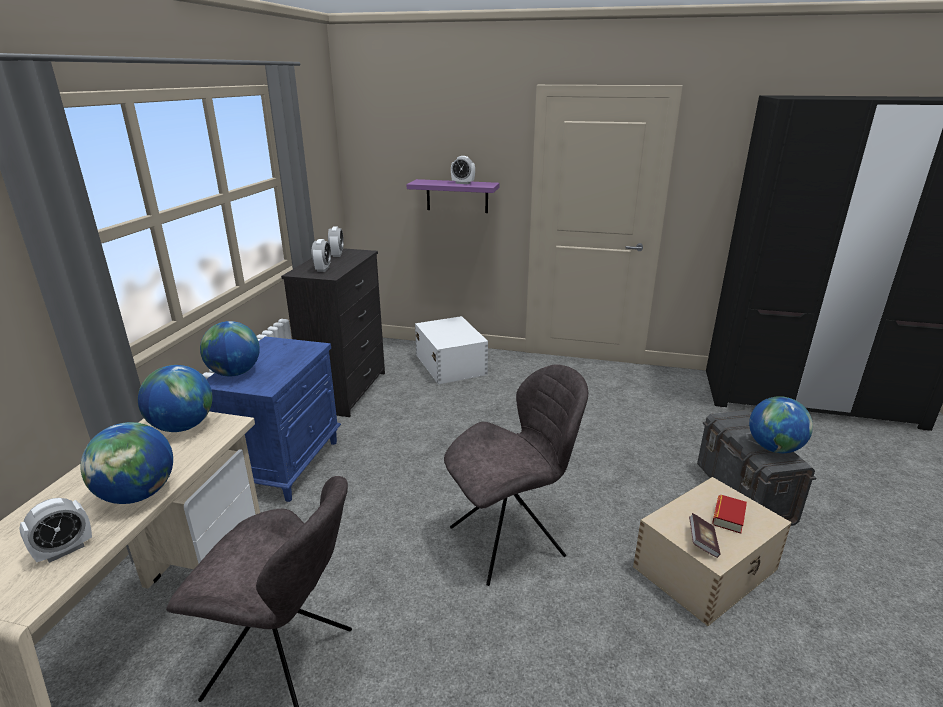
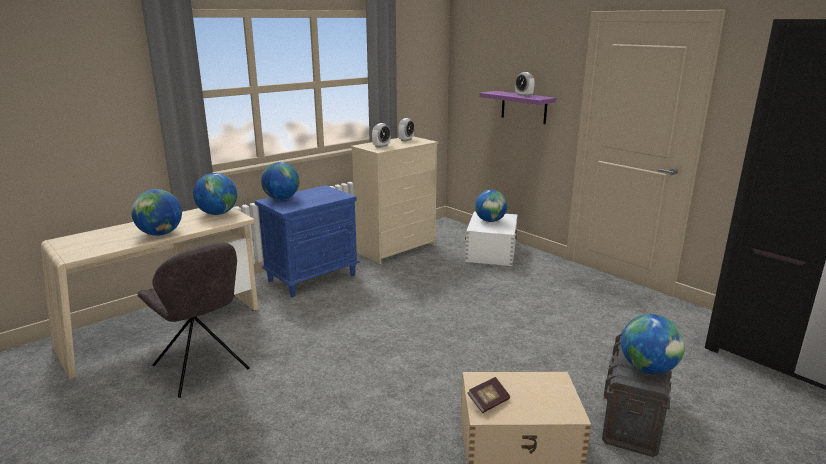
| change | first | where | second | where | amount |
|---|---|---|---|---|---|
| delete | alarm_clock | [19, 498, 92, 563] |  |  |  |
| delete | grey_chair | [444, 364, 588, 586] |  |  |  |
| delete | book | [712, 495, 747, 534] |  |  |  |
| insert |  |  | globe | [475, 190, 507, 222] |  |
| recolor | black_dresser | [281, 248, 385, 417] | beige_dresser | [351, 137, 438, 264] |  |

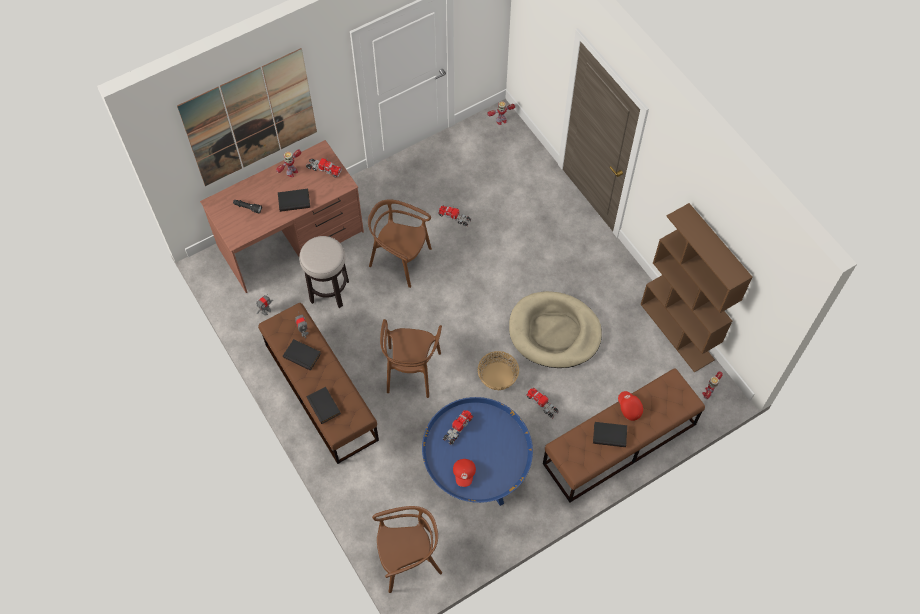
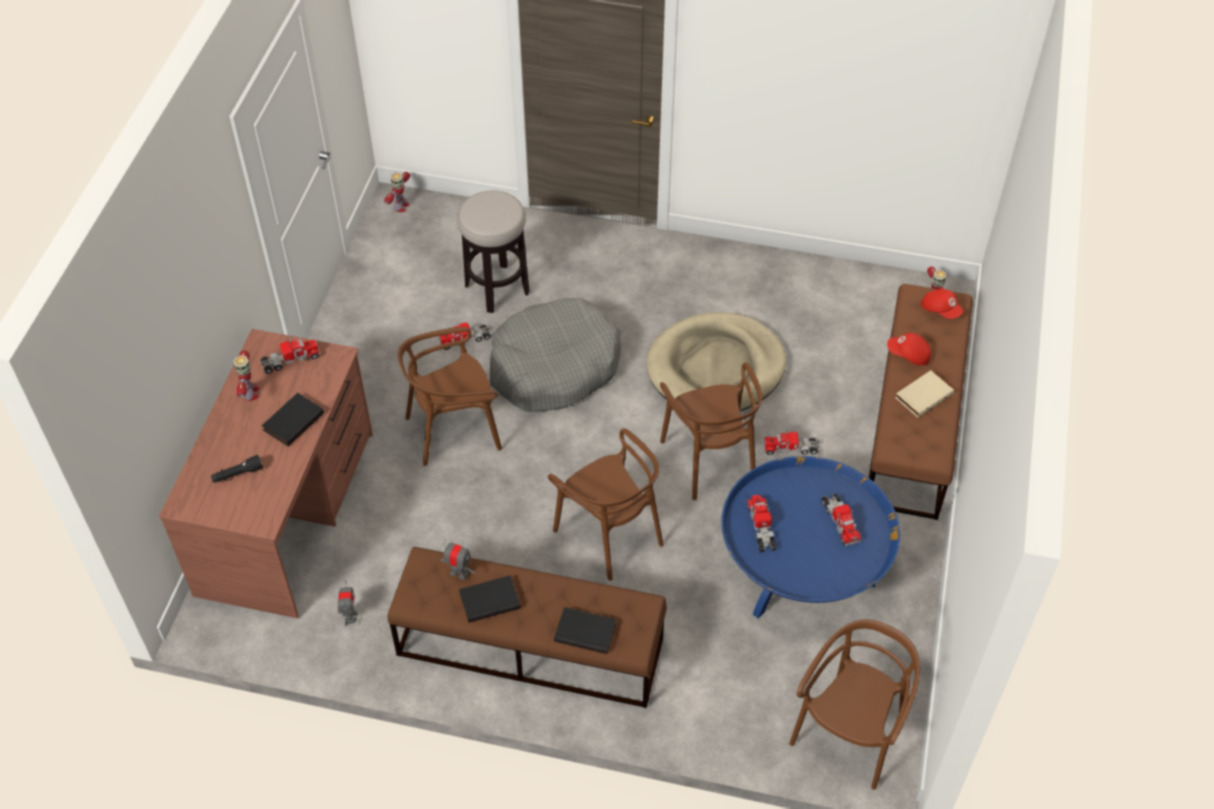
| change | first | where | second | where | amount |
|---|---|---|---|---|---|
| delete | picture | [177, 48, 317, 186] |  |  |  |
| delete | brown_bookcase | [640, 203, 752, 372] |  |  |  |
| insert |  |  | grey_dog_bed | [490, 298, 622, 412] |  |
| insert |  |  | toy_truck | [821, 493, 861, 546] |  |
| move | stool | [299, 236, 349, 308] |  | [457, 190, 530, 313] |  |
| move | red_cap | [453, 459, 476, 487] |  | [921, 289, 963, 319] |  |
| replace | basket | [478, 351, 519, 390] | brown_chair | [660, 363, 762, 500] |  |
| recolor | black_book | [593, 422, 627, 447] | beige_book | [895, 370, 954, 418] |  |

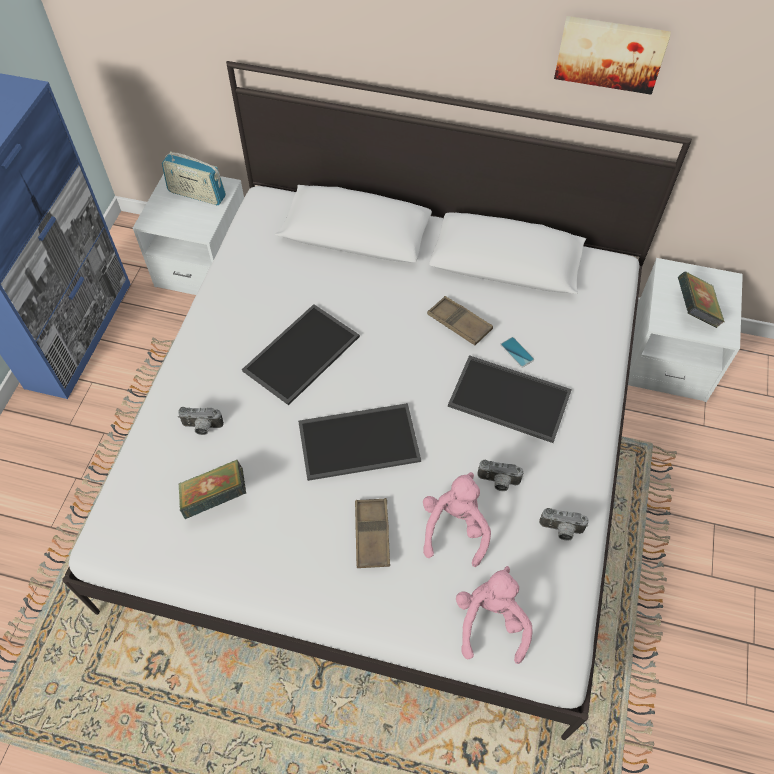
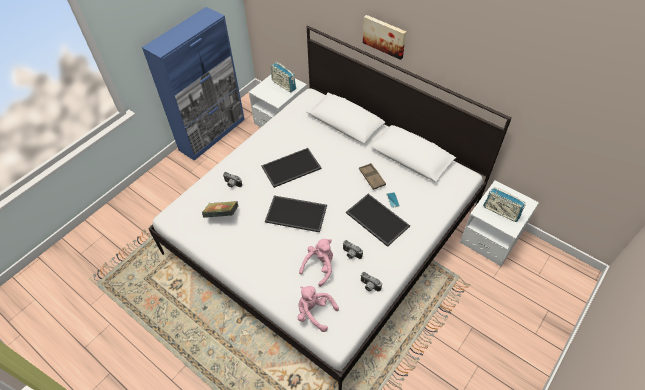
| change | first | where | second | where | amount |
|---|---|---|---|---|---|
| delete | brown_tray | [355, 498, 390, 568] |  |  |  |
| move | picture | [554, 16, 671, 95] |  | [363, 15, 406, 60] |  |
| replace | book | [678, 271, 724, 328] | radio | [483, 188, 525, 222] |  |
| rotate | pink_plush_toy | [456, 566, 533, 664] |  | [297, 286, 339, 332] | 90 degrees counterclockwise |

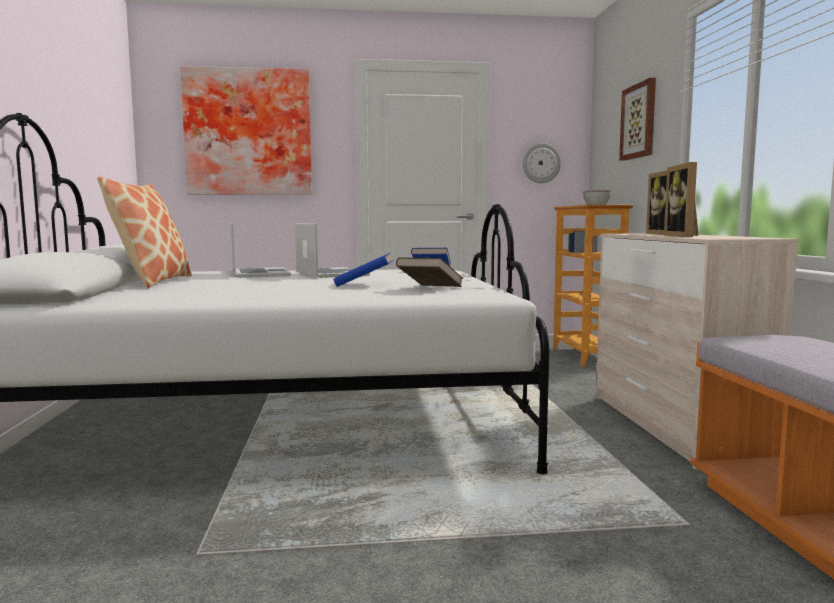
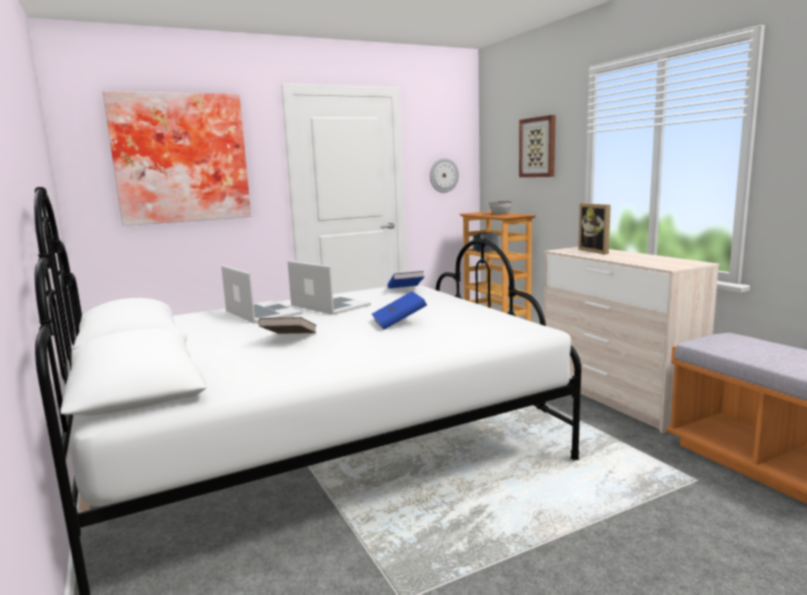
| change | first | where | second | where | amount |
|---|---|---|---|---|---|
| delete | pillow | [97, 177, 192, 288] |  |  |  |
| delete | picture_frame | [664, 162, 699, 237] |  |  |  |
| move | brown_book | [396, 257, 463, 287] |  | [258, 317, 317, 334] |  |

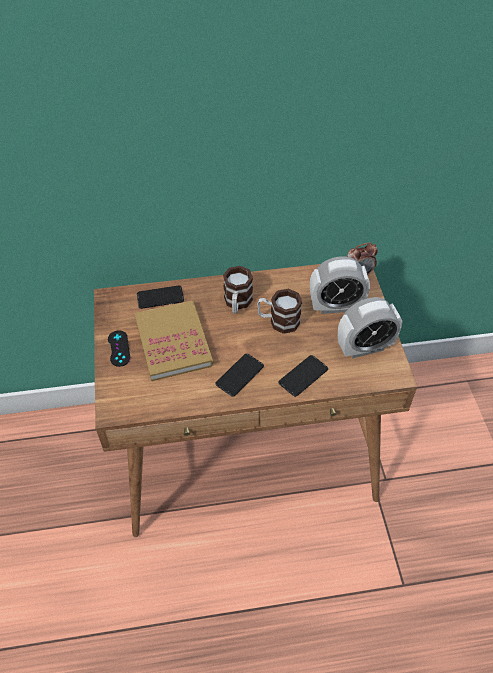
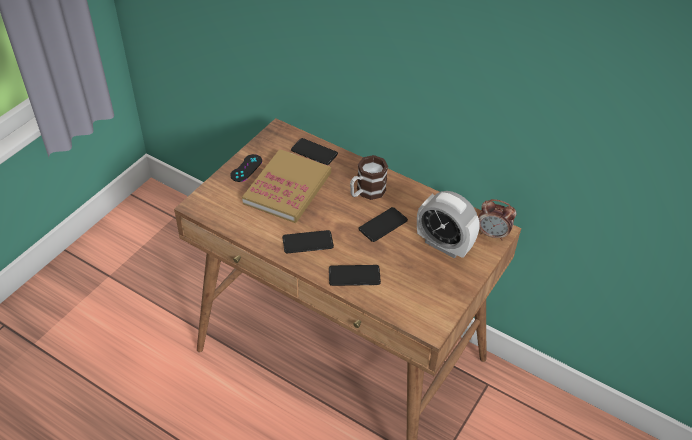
| change | first | where | second | where | amount |
|---|---|---|---|---|---|
| delete | alarm_clock | [338, 297, 402, 359] |  |  |  |
| replace | mug | [257, 289, 302, 334] | phone | [358, 207, 408, 242] |  |

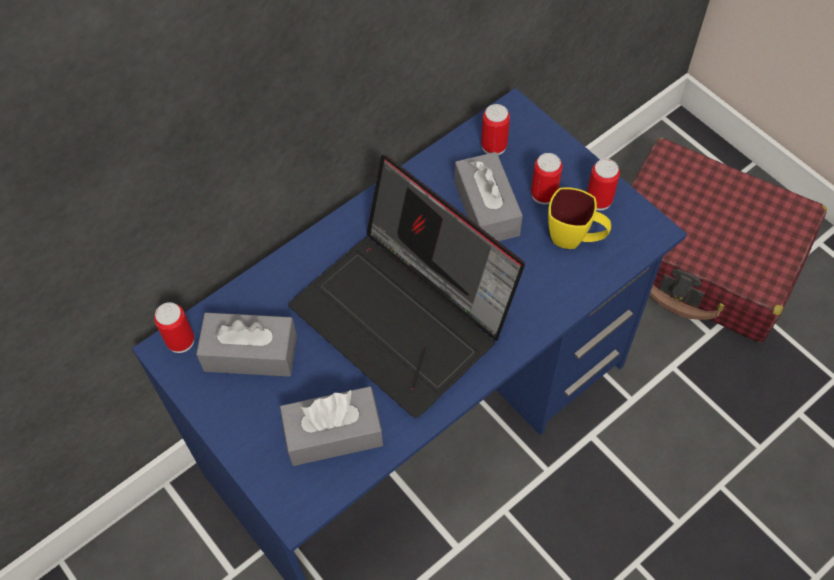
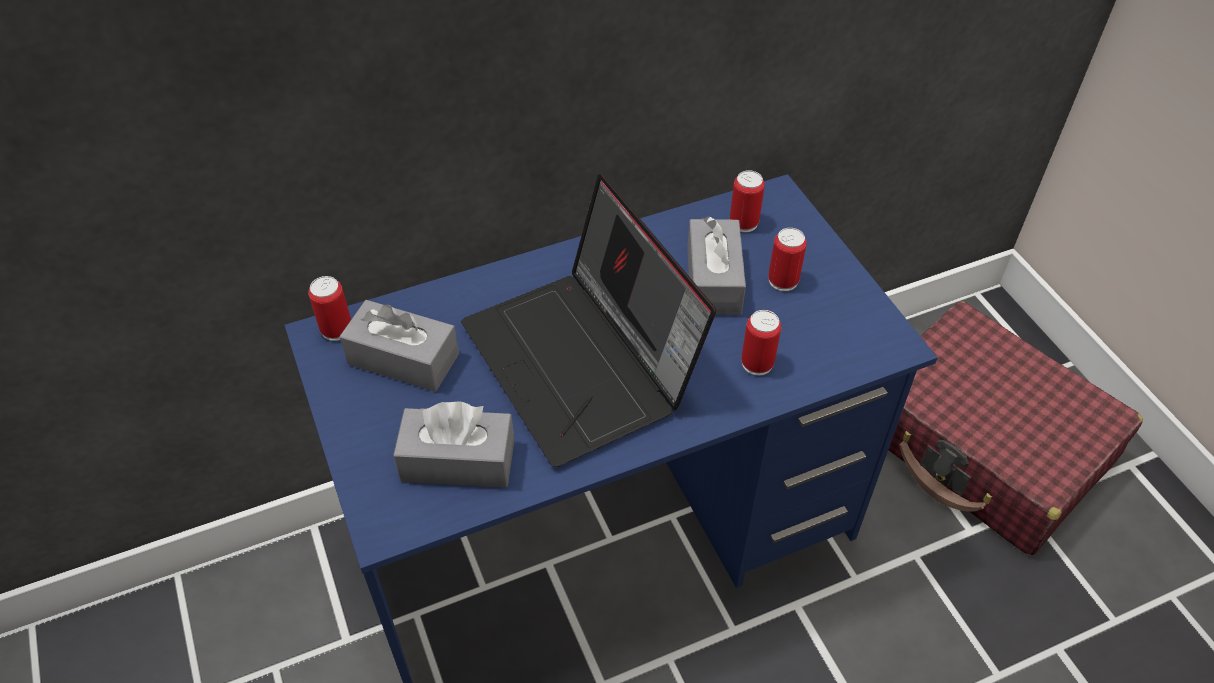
| change | first | where | second | where | amount |
|---|---|---|---|---|---|
| delete | yellow_mug | [548, 187, 611, 249] |  |  |  |
| move | can | [587, 159, 620, 211] |  | [741, 310, 781, 376] |  |

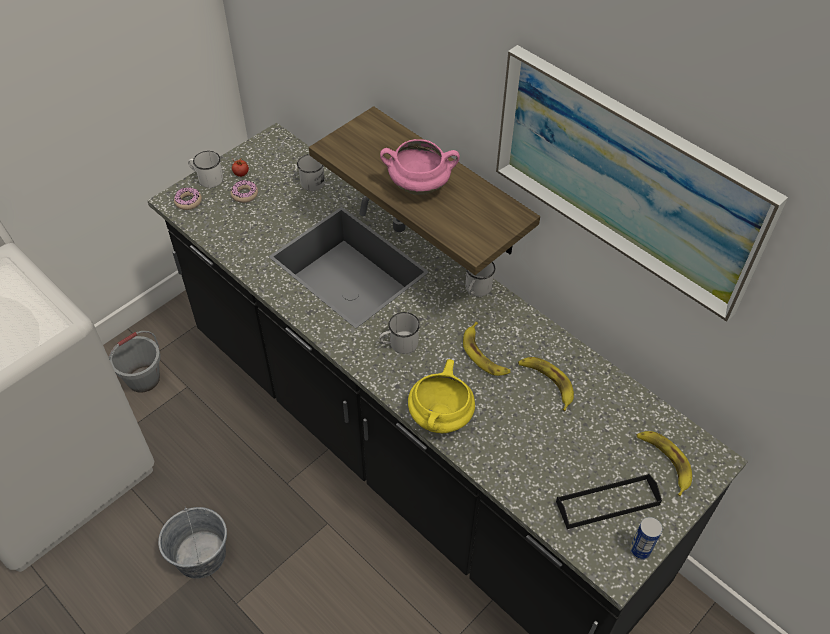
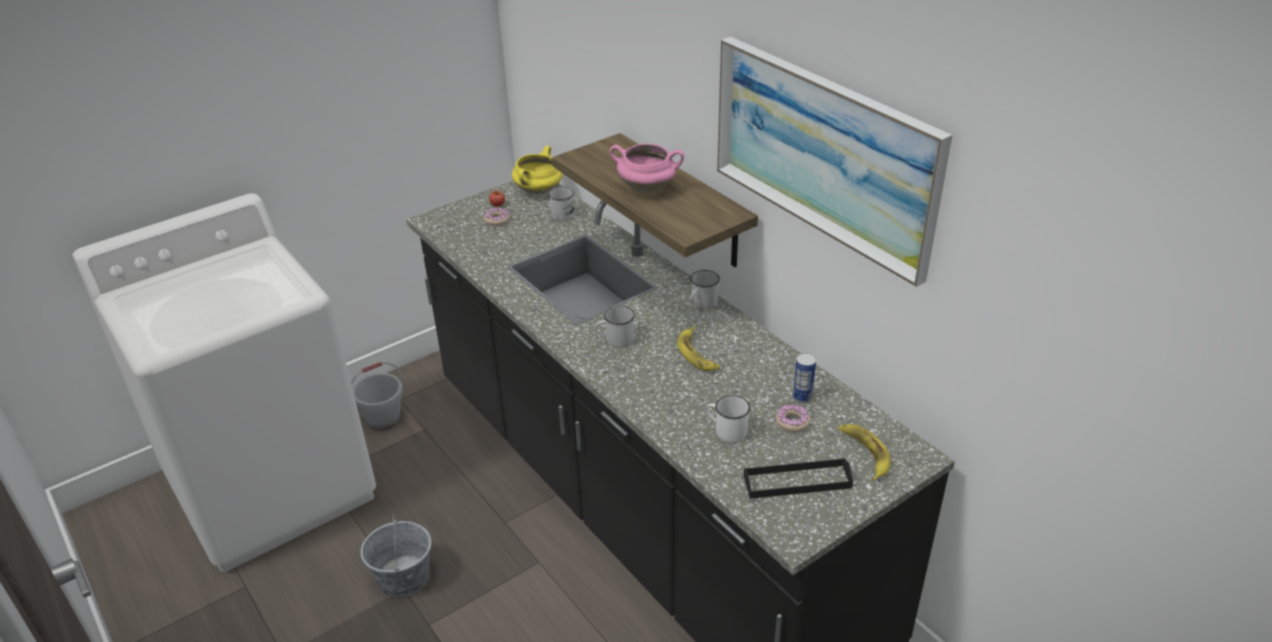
| change | first | where | second | where | amount |
|---|---|---|---|---|---|
| delete | banana | [518, 357, 574, 411] |  |  |  |
| move | donut | [174, 188, 202, 210] |  | [776, 405, 810, 432] |  |
| move | white_mug | [188, 151, 223, 188] |  | [706, 395, 750, 443] |  |
| move | yellow_cooking_pot | [408, 359, 475, 433] |  | [512, 146, 563, 194] |  |
| move | can | [630, 517, 663, 560] |  | [793, 353, 816, 404] |  |

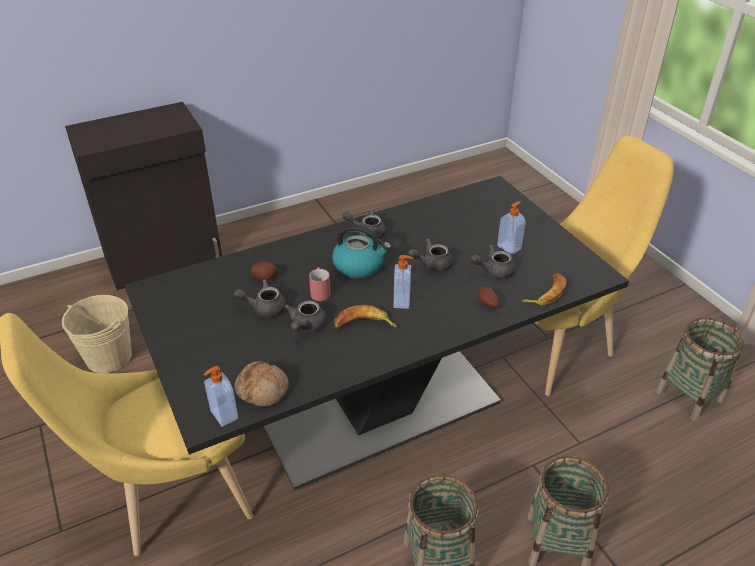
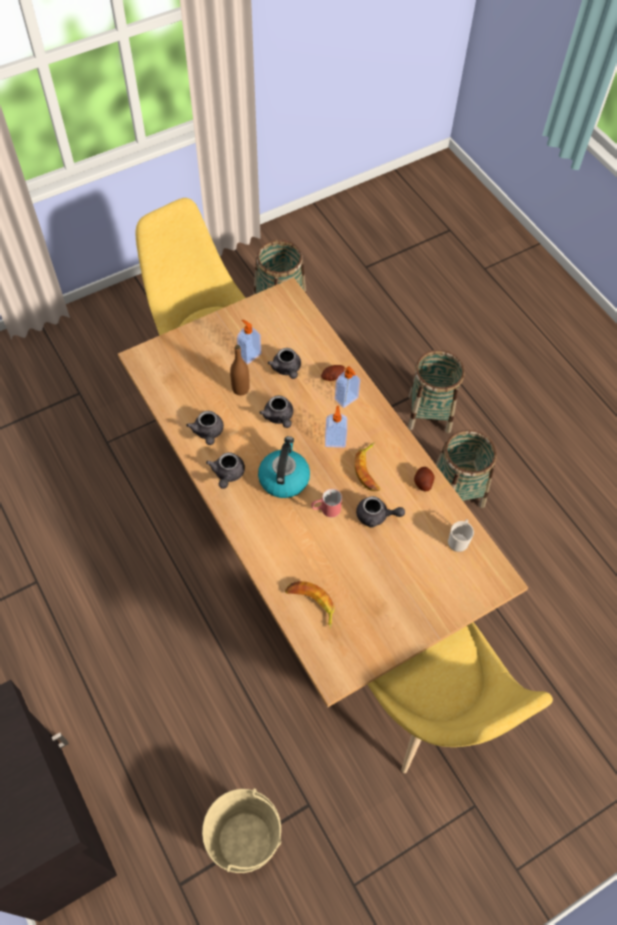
| change | first | where | second | where | amount |
|---|---|---|---|---|---|
| insert |  |  | brown_bottle | [230, 345, 250, 396] |  |
| move | soap_dispenser | [204, 366, 238, 427] |  | [335, 366, 360, 408] |  |
| move | grey_teapot | [234, 279, 286, 317] |  | [186, 411, 224, 445] |  |
| move | potato | [251, 261, 278, 280] |  | [414, 467, 435, 492] |  |
| move | banana | [522, 274, 566, 305] |  | [285, 581, 335, 629] |  |
| replace | bread | [235, 361, 289, 407] | mug | [448, 519, 474, 552] |  |
| recolor | black_dining_table | [124, 176, 629, 490] | beige_dining_table | [118, 278, 528, 708] |  |

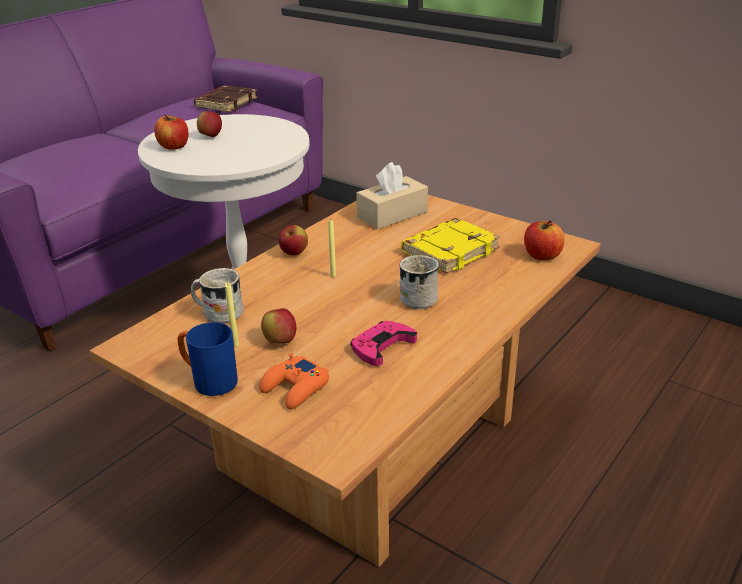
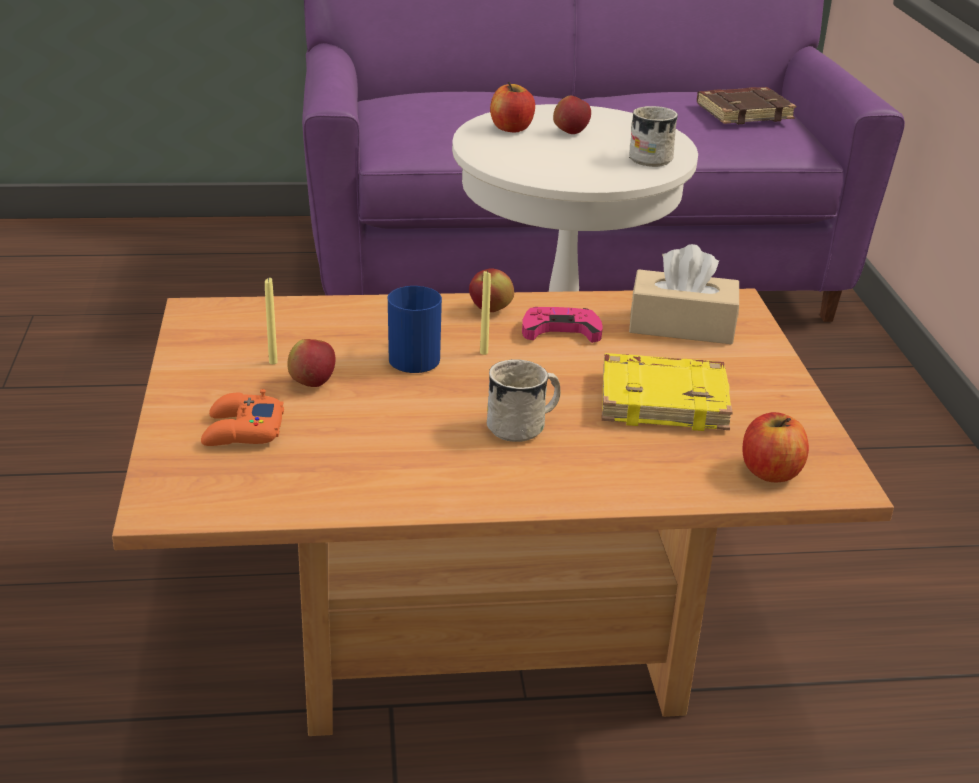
| change | first | where | second | where | amount |
|---|---|---|---|---|---|
| move | blue_mug | [177, 322, 238, 396] |  | [388, 286, 442, 373] |  |
| move | white_mug | [191, 268, 244, 324] |  | [629, 106, 678, 167] |  |
| move | pink_game_controller | [350, 321, 417, 366] |  | [522, 307, 603, 343] |  |

